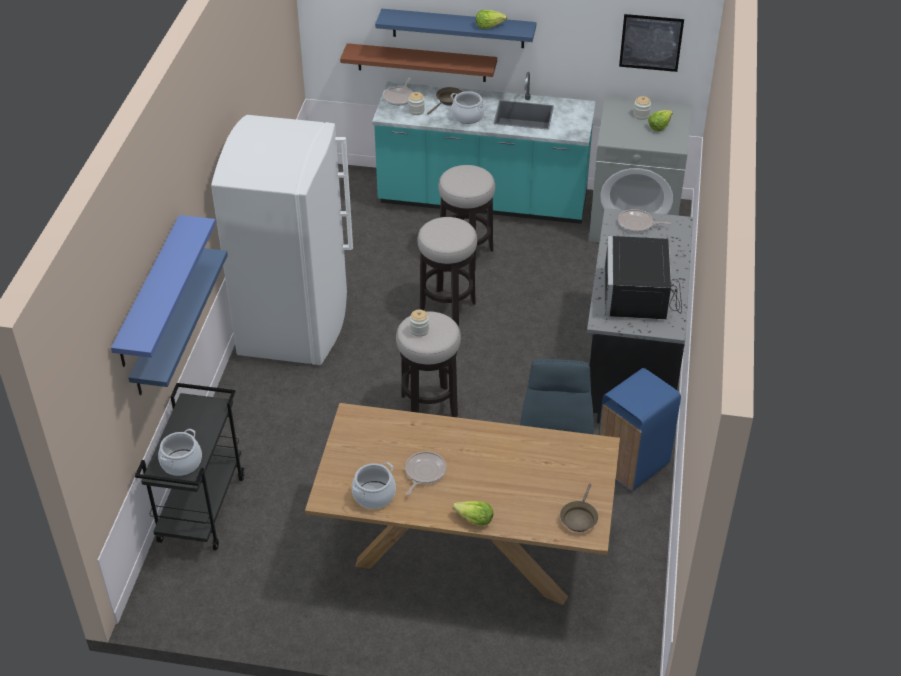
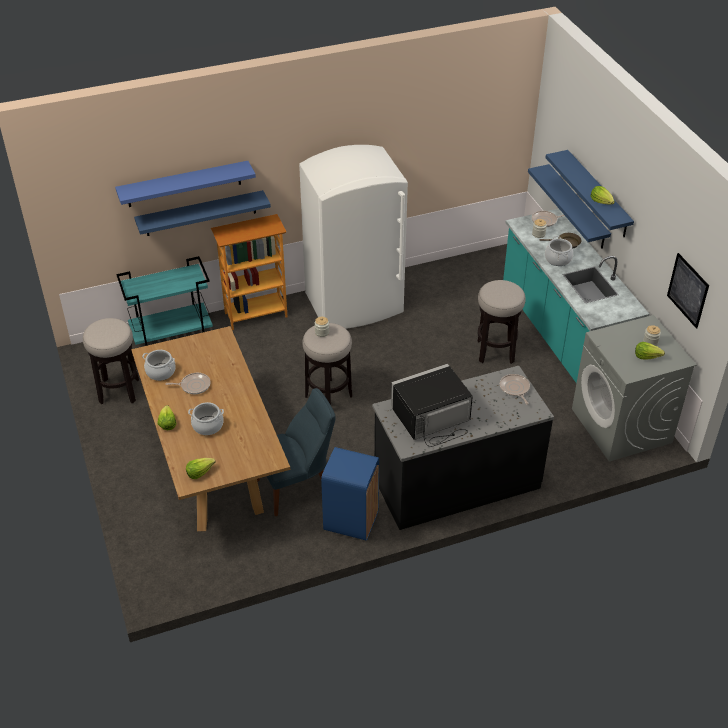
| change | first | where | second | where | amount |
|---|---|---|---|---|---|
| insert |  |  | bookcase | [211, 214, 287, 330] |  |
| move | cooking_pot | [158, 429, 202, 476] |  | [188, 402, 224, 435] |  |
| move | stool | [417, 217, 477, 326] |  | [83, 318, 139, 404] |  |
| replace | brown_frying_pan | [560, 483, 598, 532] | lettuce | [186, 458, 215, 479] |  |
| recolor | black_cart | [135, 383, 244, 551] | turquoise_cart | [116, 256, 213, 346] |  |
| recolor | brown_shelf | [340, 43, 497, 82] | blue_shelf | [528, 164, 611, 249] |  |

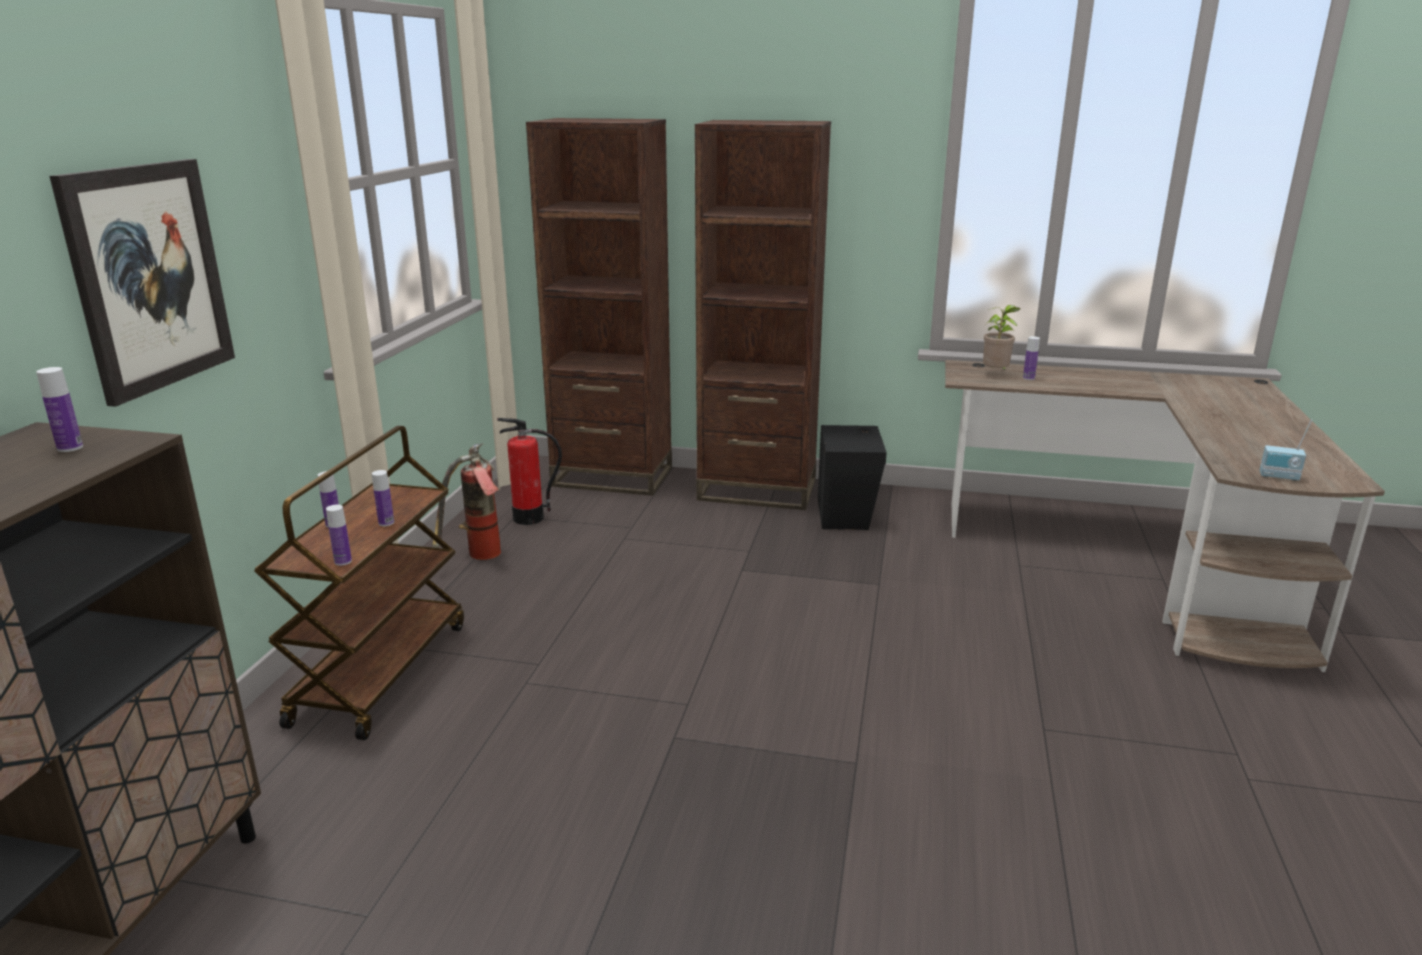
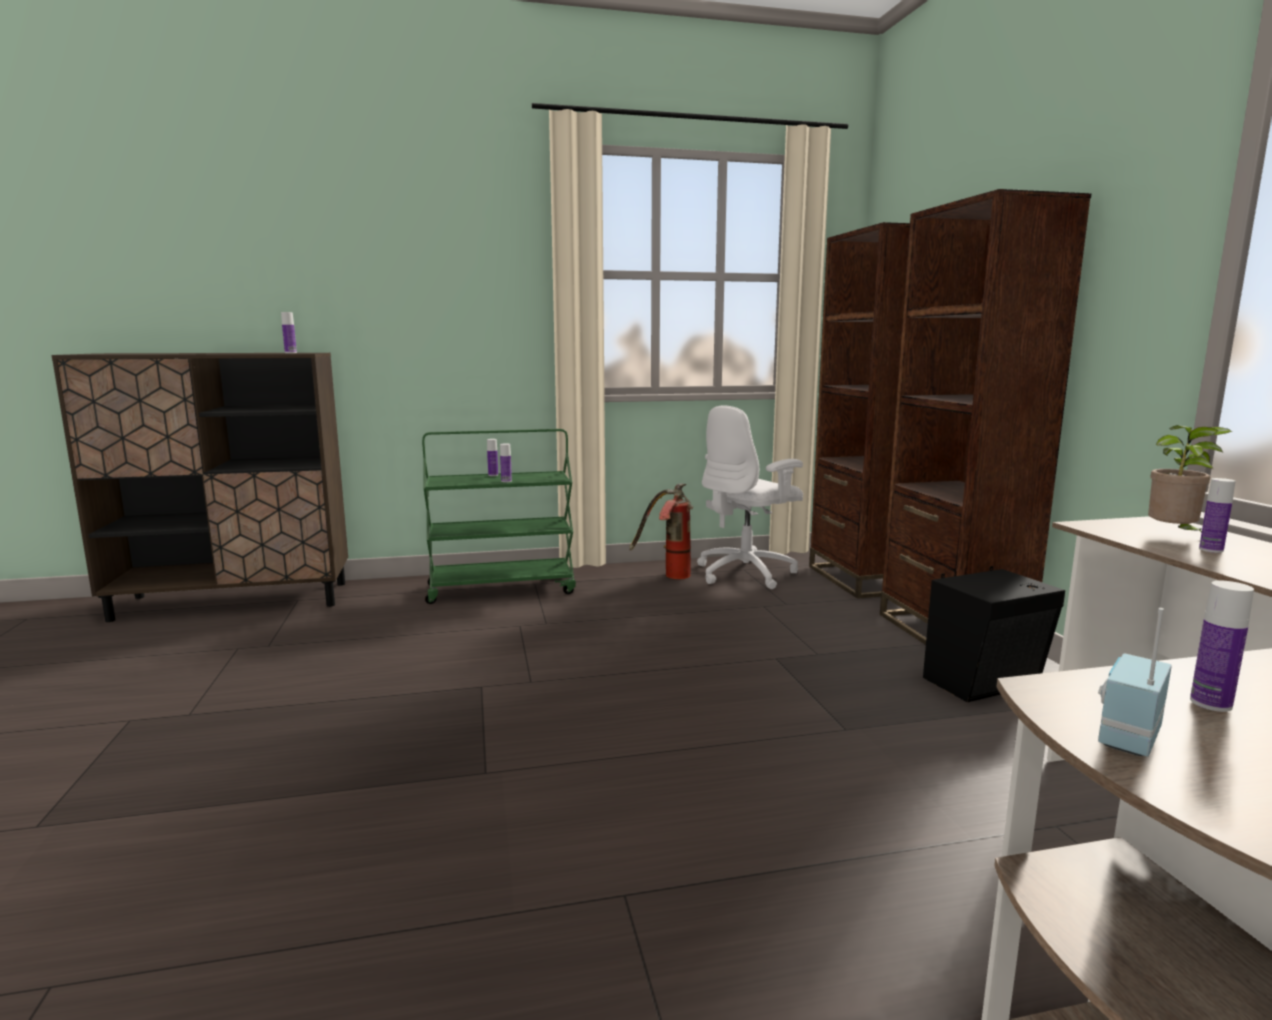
| change | first | where | second | where | amount |
|---|---|---|---|---|---|
| delete | picture | [49, 159, 235, 407] |  |  |  |
| move | bottle | [326, 504, 352, 566] |  | [1190, 581, 1254, 712] |  |
| replace | fire_extinguisher | [497, 418, 562, 525] | white_office_chair | [697, 405, 803, 589] |  |
| recolor | brown_cart | [254, 426, 464, 740] | green_cart | [422, 429, 576, 604] |  |
| rotate | radio | [1260, 420, 1312, 481] |  | [1098, 608, 1172, 757] | 45 degrees clockwise |

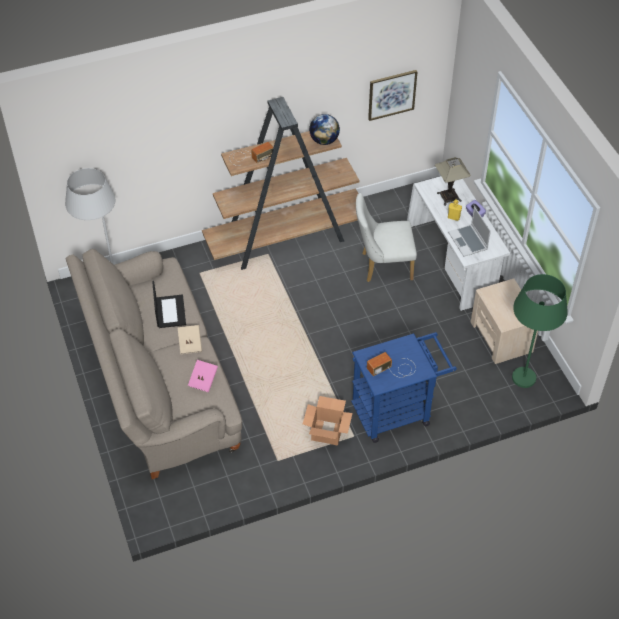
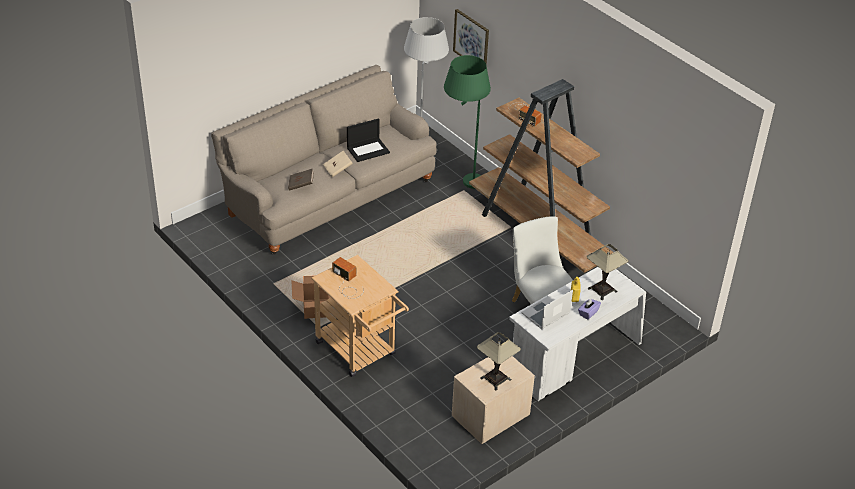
| change | first | where | second | where | amount |
|---|---|---|---|---|---|
| delete | globe | [309, 114, 340, 145] |  |  |  |
| insert |  |  | table_lamp | [477, 332, 521, 390] |  |
| move | picture | [368, 70, 418, 121] |  | [453, 9, 489, 65] |  |
| move | green_floor_lamp | [512, 274, 568, 388] |  | [444, 55, 491, 189] |  |
| recolor | pink_book | [188, 360, 218, 392] | brown_book | [288, 168, 314, 191] |  |
| recolor | blue_cart | [351, 332, 457, 443] | beige_cart | [311, 255, 409, 377] |  |

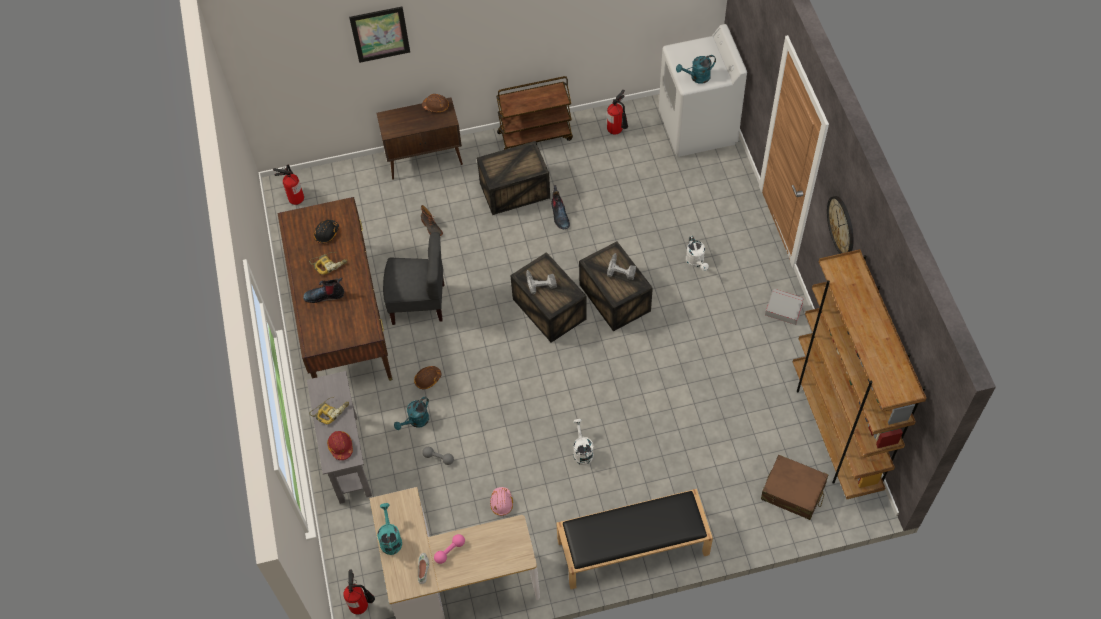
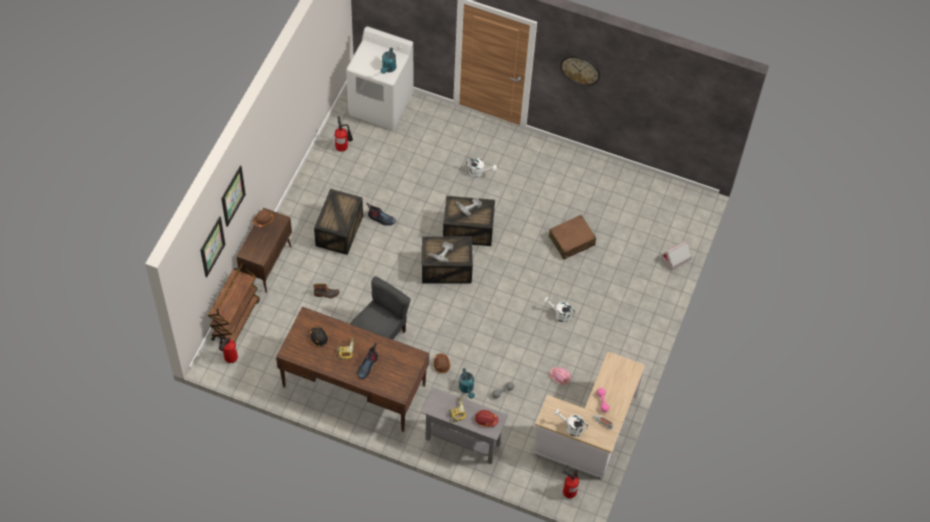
| change | first | where | second | where | amount |
|---|---|---|---|---|---|
| delete | black_bench | [556, 489, 713, 589] |  |  |  |
| delete | brown_bookcase | [793, 249, 927, 499] |  |  |  |
| insert |  |  | picture | [200, 216, 225, 277] |  |
| move | brown_cart | [496, 76, 573, 150] |  | [208, 263, 260, 344] |  |
| move | brown_suitcase | [761, 455, 828, 520] |  | [549, 215, 596, 259] |  |
| move | cardboard_box | [765, 289, 804, 325] |  | [662, 241, 692, 271] |  |
| recolor | turquoise_watering_can | [377, 503, 402, 555] | white_watering_can | [554, 409, 588, 437] |  |

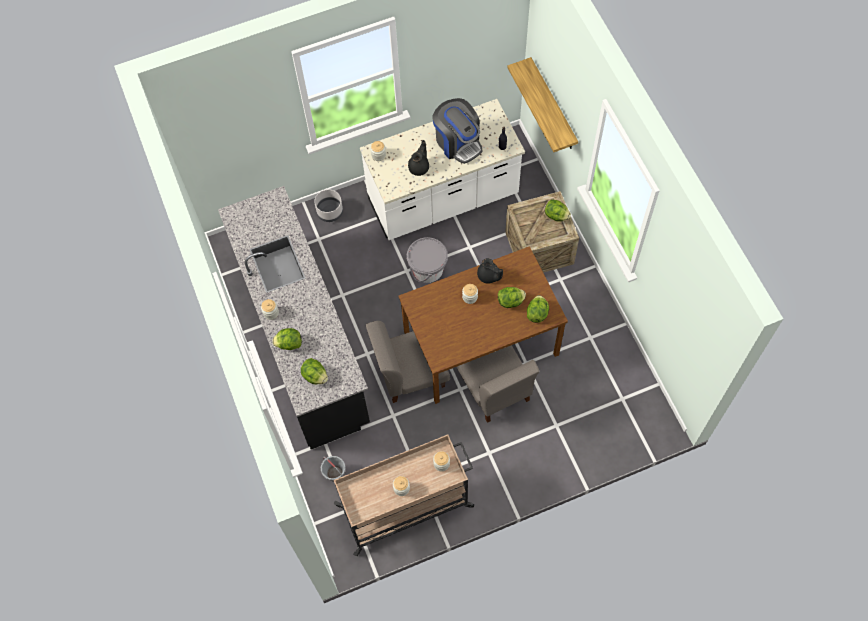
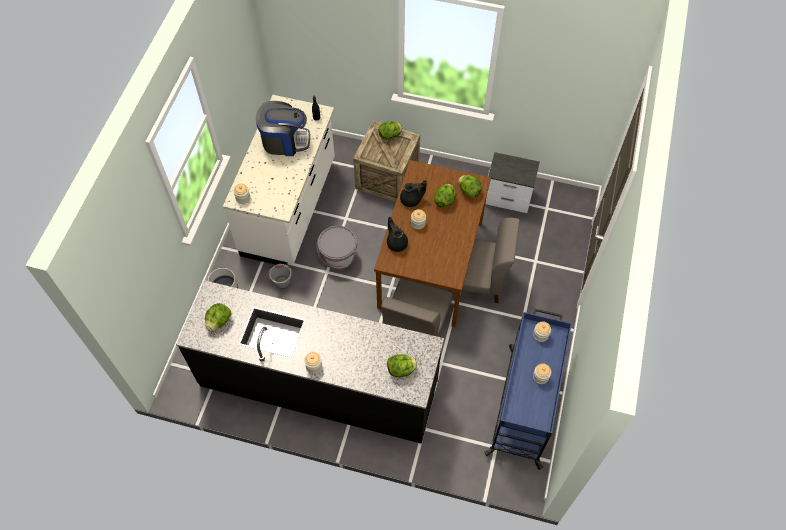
| change | first | where | second | where | amount |
|---|---|---|---|---|---|
| delete | shelf | [507, 57, 578, 152] |  |  |  |
| insert |  |  | nightstand | [485, 152, 540, 213] |  |
| move | lettuce | [272, 328, 302, 350] |  | [205, 303, 232, 331] |  |
| move | grey_bucket | [321, 456, 346, 482] |  | [268, 264, 293, 289] |  |
| move | black_teapot | [408, 140, 429, 176] |  | [387, 217, 408, 252] |  |
| recolor | beige_cart | [334, 435, 474, 556] | blue_cart | [484, 309, 572, 470] |  |

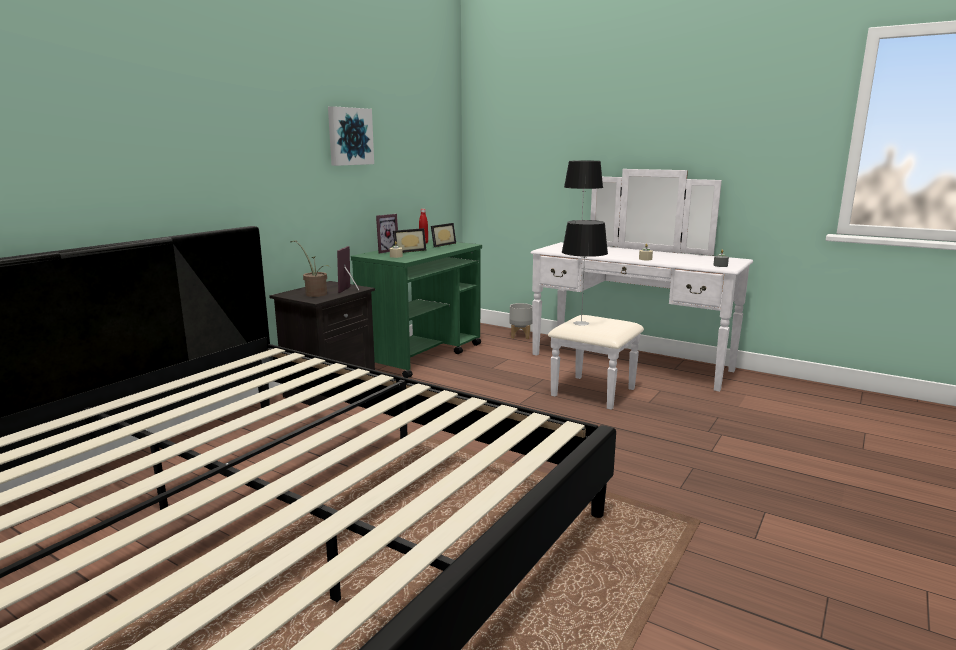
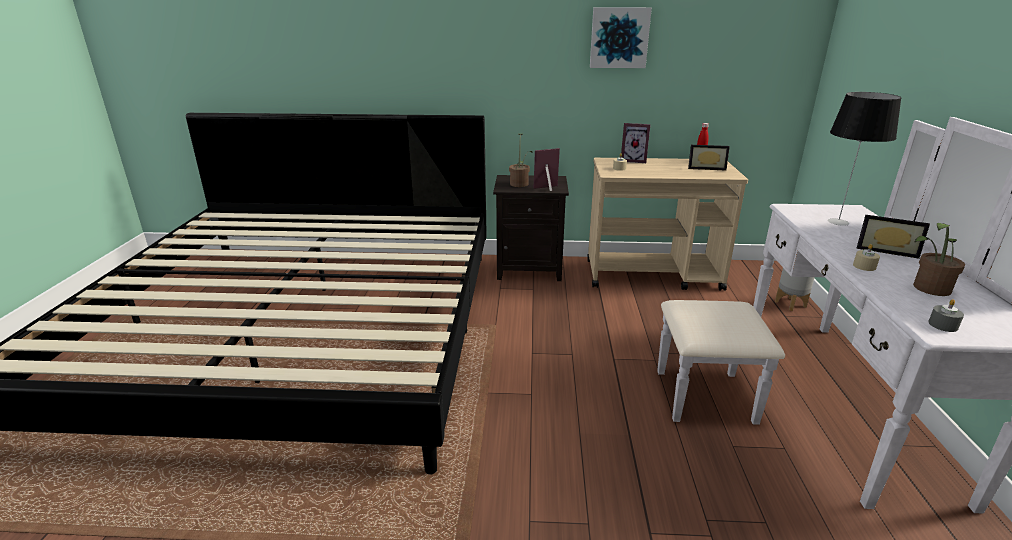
| change | first | where | second | where | amount |
|---|---|---|---|---|---|
| delete | table_lamp | [562, 220, 608, 326] |  |  |  |
| insert |  |  | potted_plant | [913, 223, 965, 296] |  |
| move | picture_frame | [393, 228, 426, 253] |  | [857, 215, 930, 259] |  |
| recolor | green_cart | [351, 240, 482, 378] | beige_cart | [587, 158, 748, 291] |  |

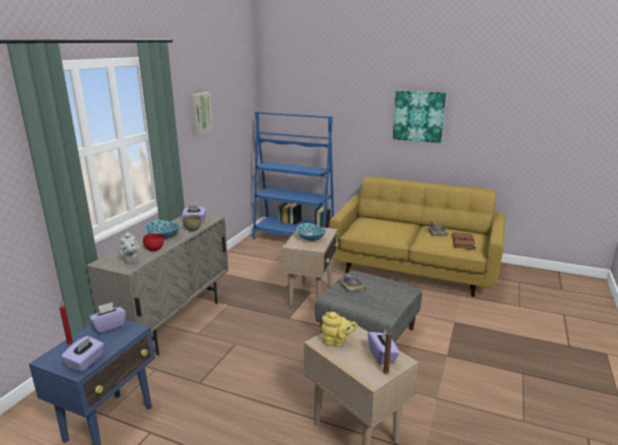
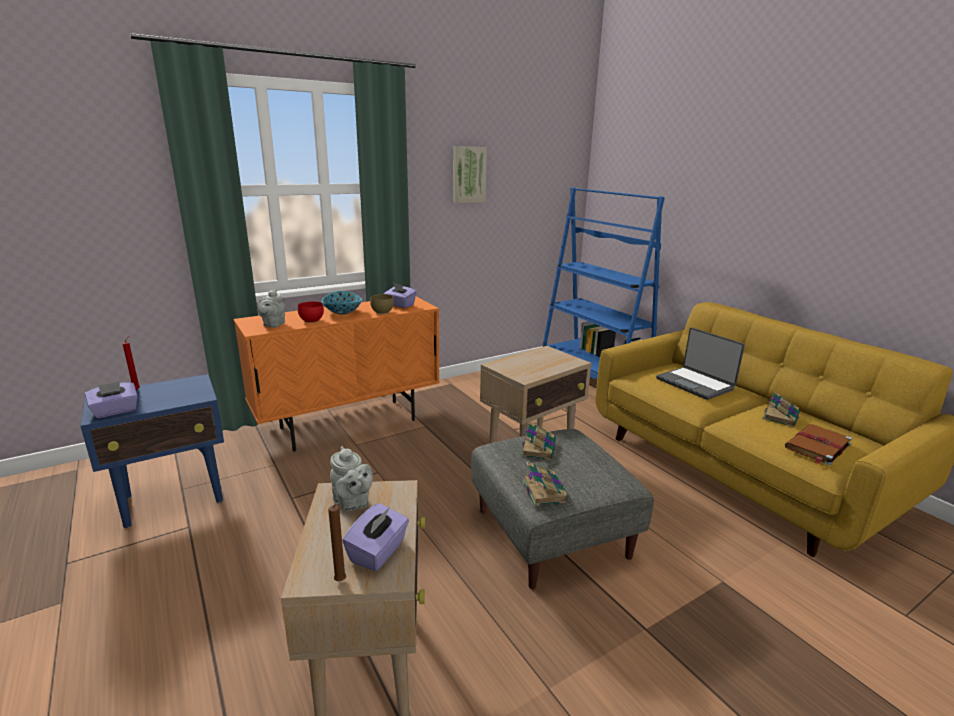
| change | first | where | second | where | amount |
|---|---|---|---|---|---|
| delete | purple_tissue_box | [89, 302, 126, 333] |  |  |  |
| delete | bowl | [296, 223, 326, 241] |  |  |  |
| delete | picture | [393, 91, 446, 143] |  |  |  |
| insert |  |  | book | [522, 462, 568, 506] |  |
| insert |  |  | laptop | [656, 327, 745, 400] |  |
| recolor | beige_cabinet | [86, 214, 229, 356] | orange_cabinet | [233, 297, 440, 452] |  |
| recolor | yellow_teapot | [321, 312, 358, 347] | grey_teapot | [330, 446, 373, 511] |  |

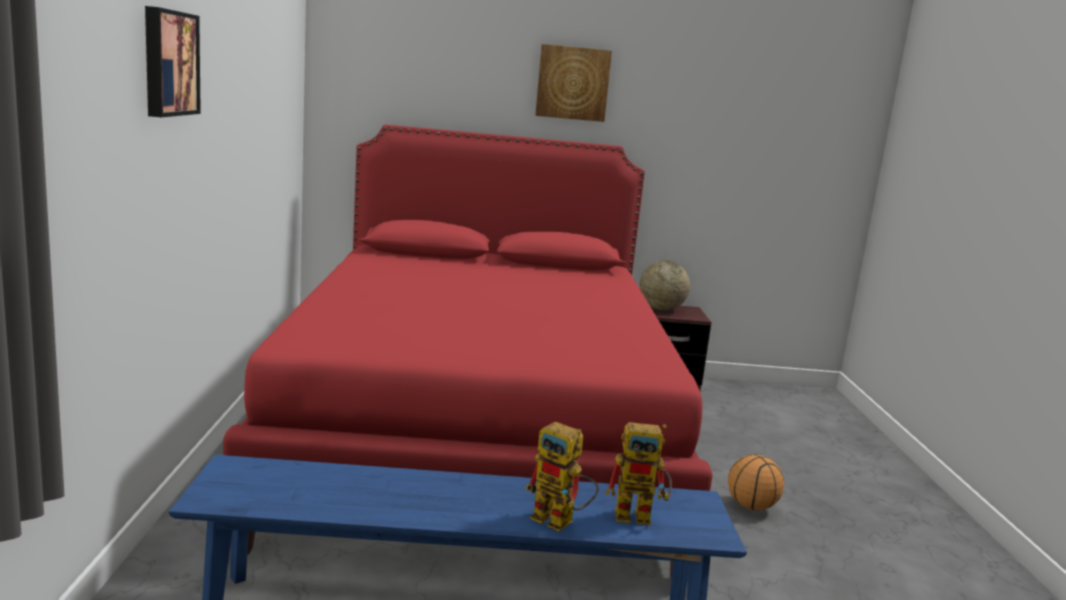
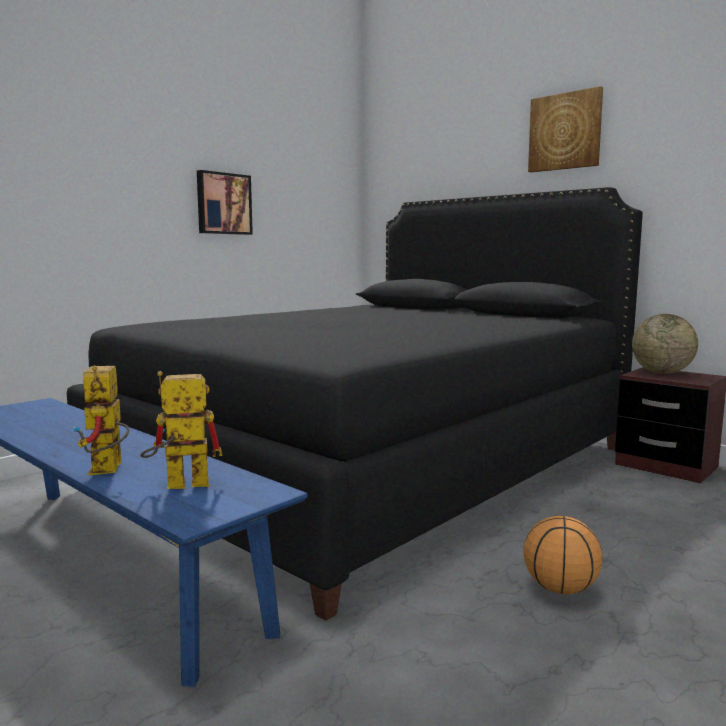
| change | first | where | second | where | amount |
|---|---|---|---|---|---|
| move | picture | [145, 6, 201, 117] |  | [197, 170, 253, 235] |  |
| recolor | red_bed | [223, 125, 713, 580] | black_bed | [67, 187, 643, 621] |  |
| rotate | toy_robot | [605, 422, 672, 525] |  | [140, 371, 223, 489] | 120 degrees clockwise |

